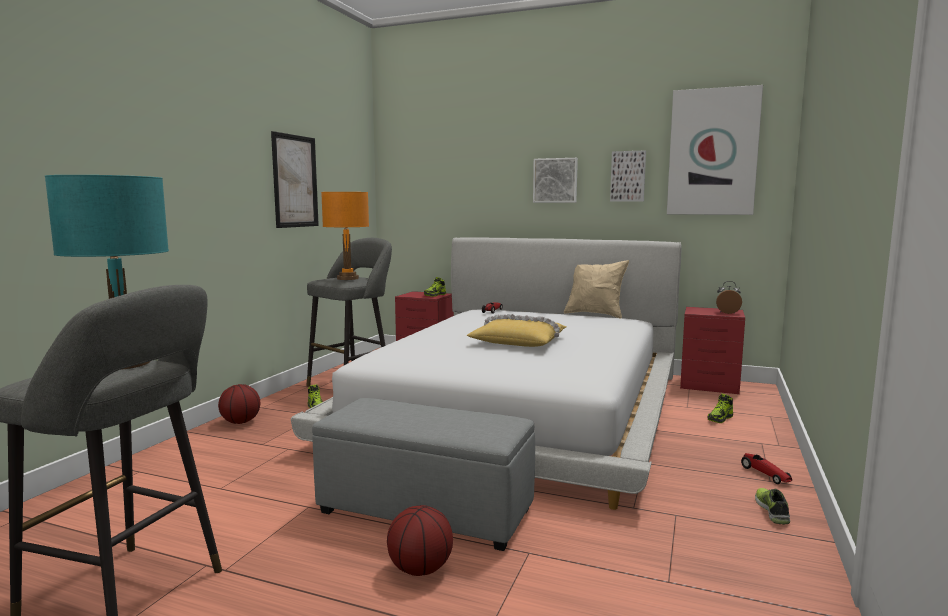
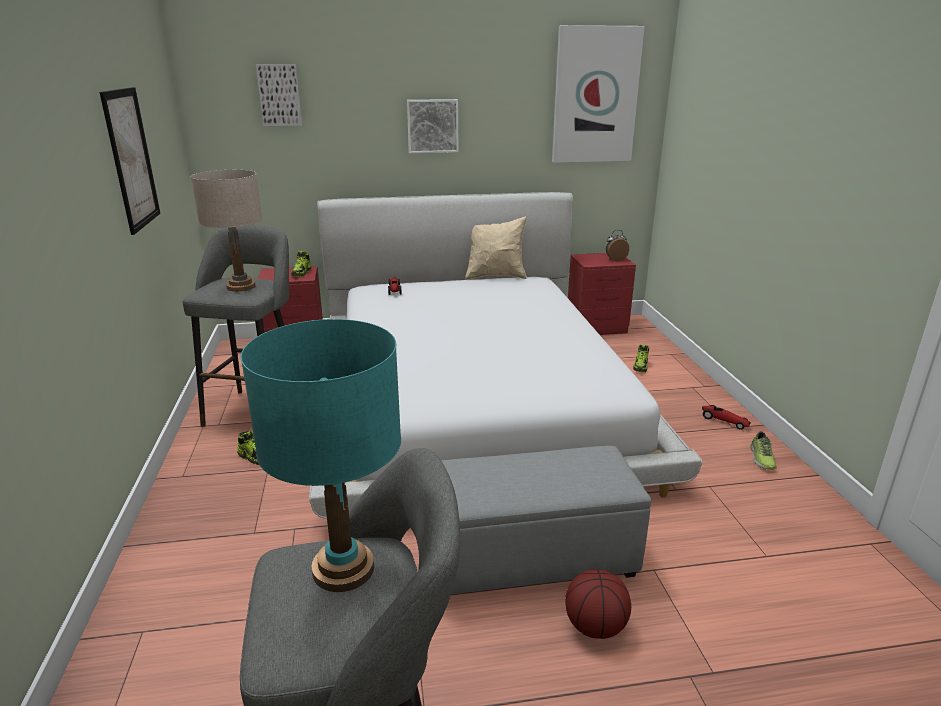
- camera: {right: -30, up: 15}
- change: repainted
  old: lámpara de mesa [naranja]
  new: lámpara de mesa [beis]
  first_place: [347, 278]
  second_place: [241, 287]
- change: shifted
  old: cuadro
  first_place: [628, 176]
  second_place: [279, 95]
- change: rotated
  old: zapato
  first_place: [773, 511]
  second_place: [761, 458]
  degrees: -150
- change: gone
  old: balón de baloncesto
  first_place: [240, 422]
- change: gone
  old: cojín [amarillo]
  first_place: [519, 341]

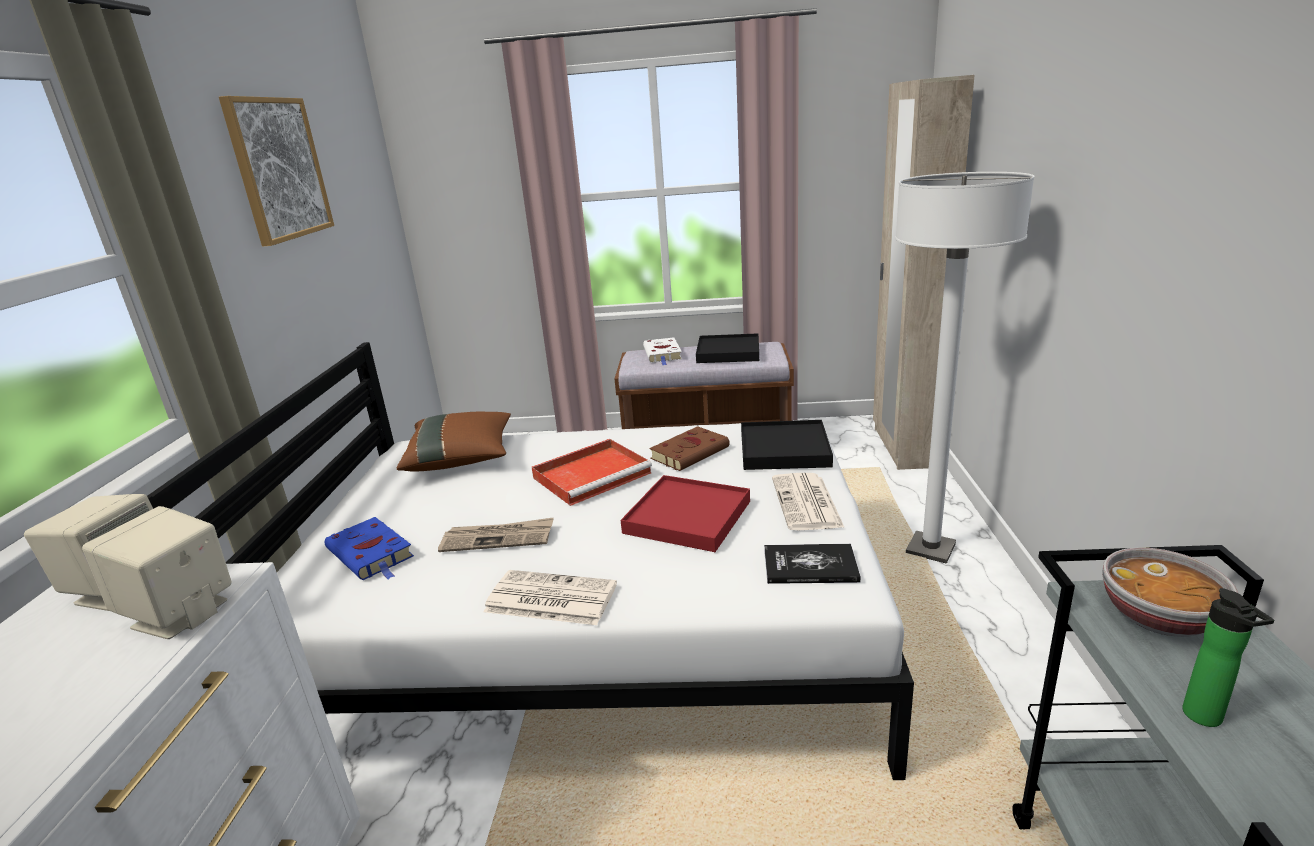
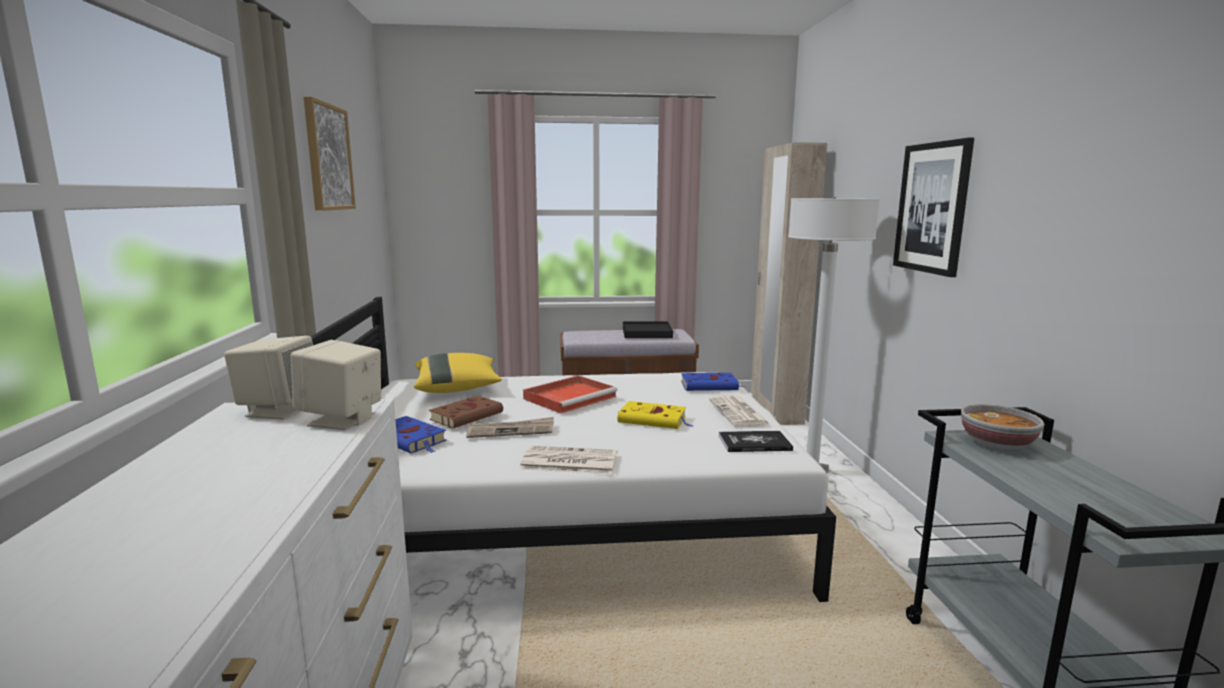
- camera: {right: -10, up: -10}
- change: repainted
  old: cojín [marrón]
  new: cojín [amarillo]
  first_place: [461, 458]
  second_place: [457, 388]
- change: shifted
  old: libro [marrón]
  first_place: [691, 452]
  second_place: [468, 416]
- change: swapped
  old: bandeja [rojo]
  new: libro [amarillo]
  first_place: [688, 517]
  second_place: [654, 420]
- change: swapped
  old: bandeja [negro]
  new: libro [azul]
  first_place: [784, 449]
  second_place: [710, 386]
- change: new
  new: cuadro
  second_place: [932, 208]
- change: gone
  old: libro [blanco]
  first_place: [663, 354]
- change: gone
  old: botella
  first_place: [1206, 719]

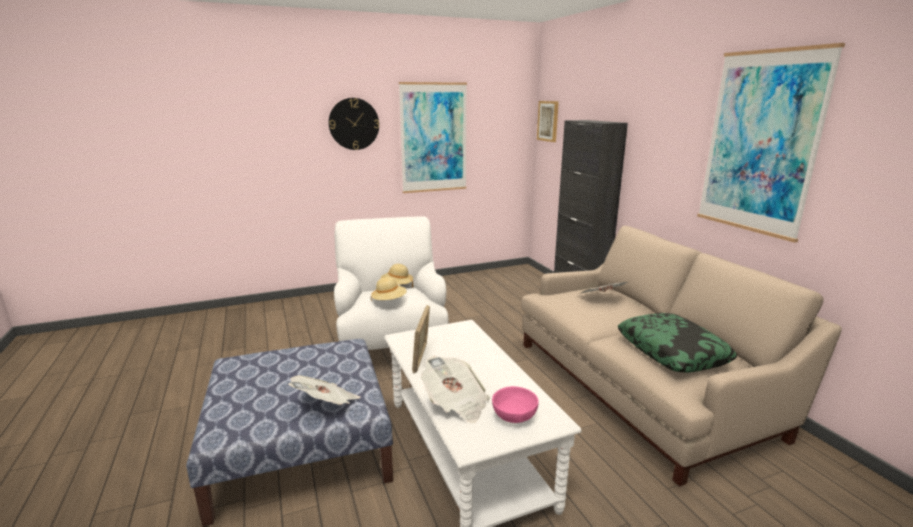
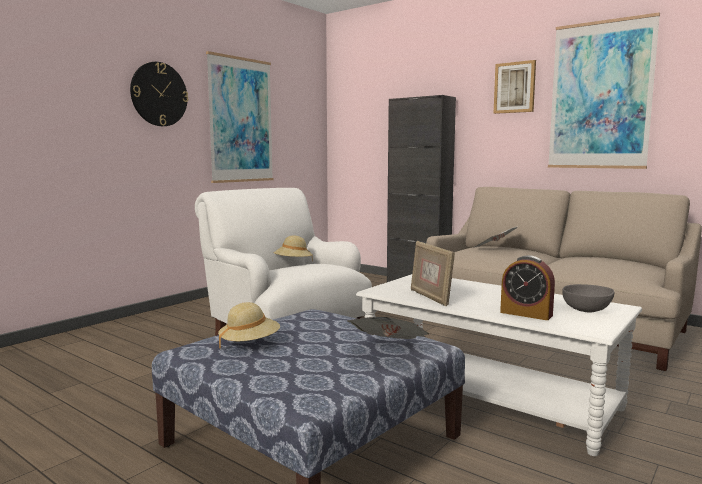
- camera: {right: -30, up: -10}
- change: shifted
  old: sombrero [beis]
  first_place: [389, 301]
  second_place: [249, 344]
- change: shifted
  old: cuadro
  first_place: [548, 121]
  second_place: [514, 87]
- change: swapped
  old: periódico
  new: despertador
  first_place: [456, 403]
  second_place: [526, 314]
- change: repainted
  old: cuenco [rosa]
  new: cuenco [gris]
  first_place: [514, 418]
  second_place: [587, 311]
- change: gone
  old: cojín
  first_place: [672, 351]

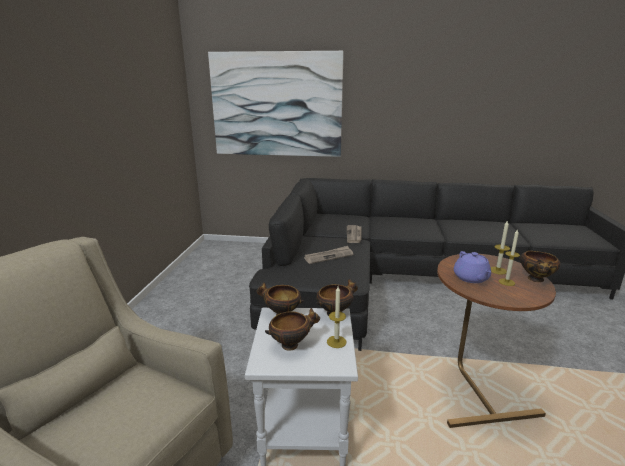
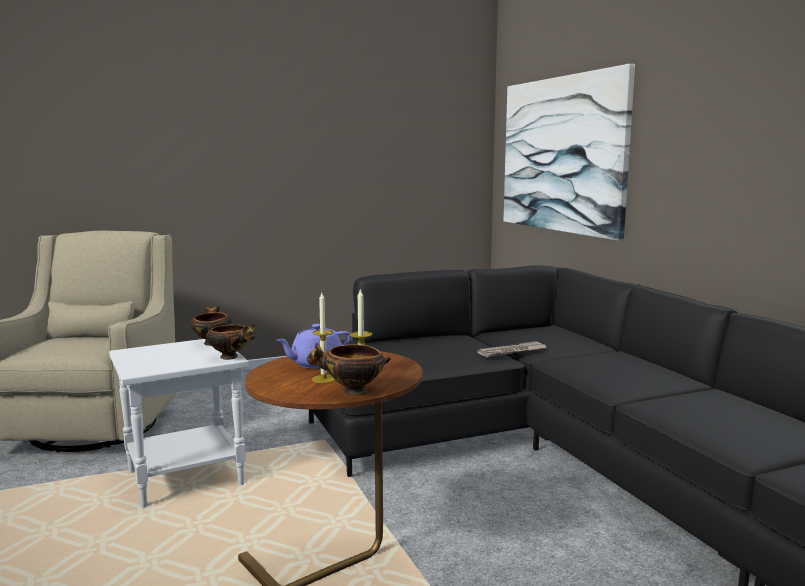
- camera: {right: 60, up: -10}
- change: gone
  old: cuenco
  first_place: [291, 344]
- change: gone
  old: periódico
  first_place: [329, 256]
- change: gone
  old: vela
  first_place: [336, 342]

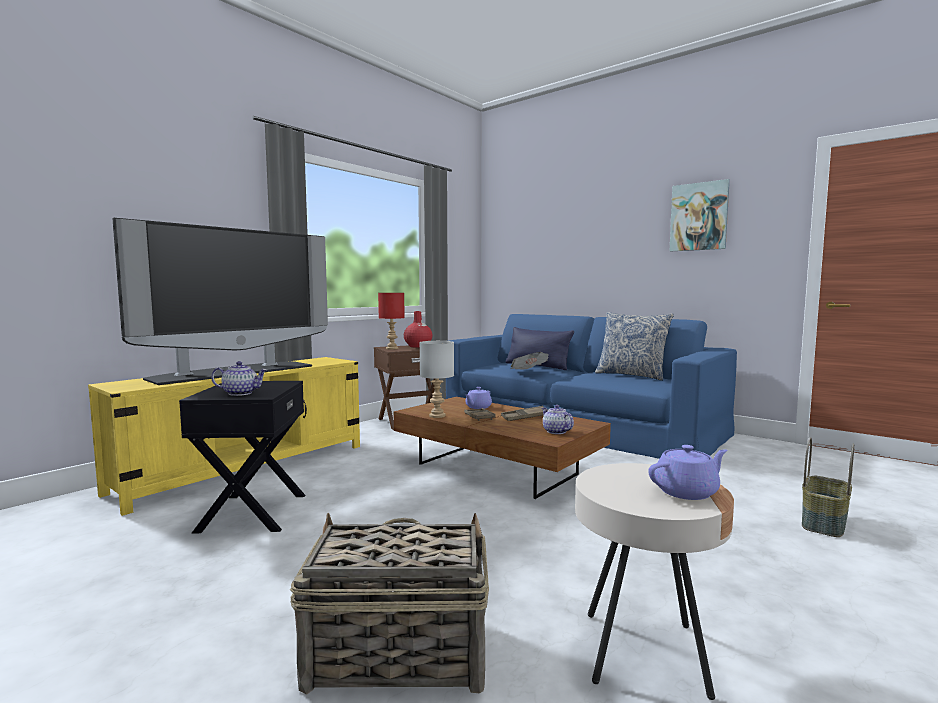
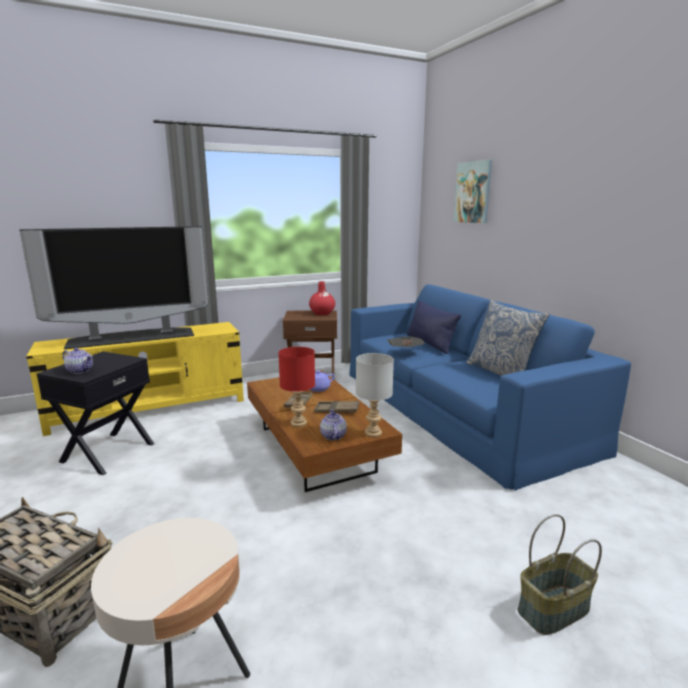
- camera: {right: 25, up: 10}
- change: shifted
  old: lámpara de mesa [rojo]
  first_place: [392, 348]
  second_place: [299, 423]
- change: shifted
  old: lámpara de mesa [gris]
  first_place: [437, 415]
  second_place: [374, 433]
- change: shifted
  old: cuadro
  first_place: [699, 217]
  second_place: [473, 192]
- change: gone
  old: tetera [morado]
  first_place: [687, 492]

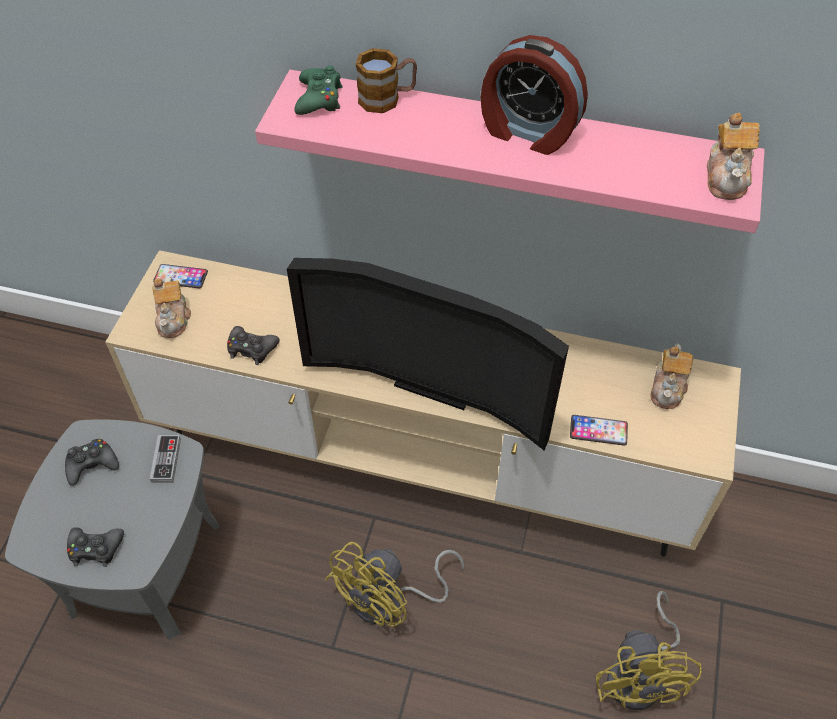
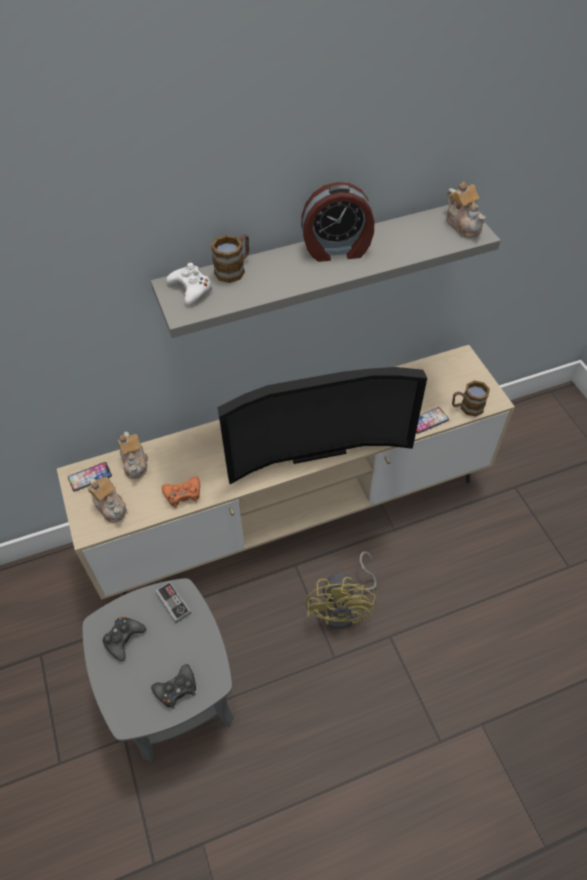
- camera: {right: -35, up: 0}
- change: shifted
  old: tetera
  first_place: [668, 388]
  second_place: [135, 463]
- change: repainted
  old: estante [rosa]
  new: estante [gris]
  first_place: [513, 147]
  second_place: [315, 266]
- change: repainted
  old: mando de consola [negro]
  new: mando de consola [naranja]
  first_place: [251, 349]
  second_place: [183, 494]
- change: repainted
  old: mando de consola [verde]
  new: mando de consola [blanco]
  first_place: [319, 99]
  second_place: [191, 289]
- change: new
  new: taza grande
  second_place: [467, 407]
- change: gone
  old: ventilador [amarillo]
  first_place: [641, 675]

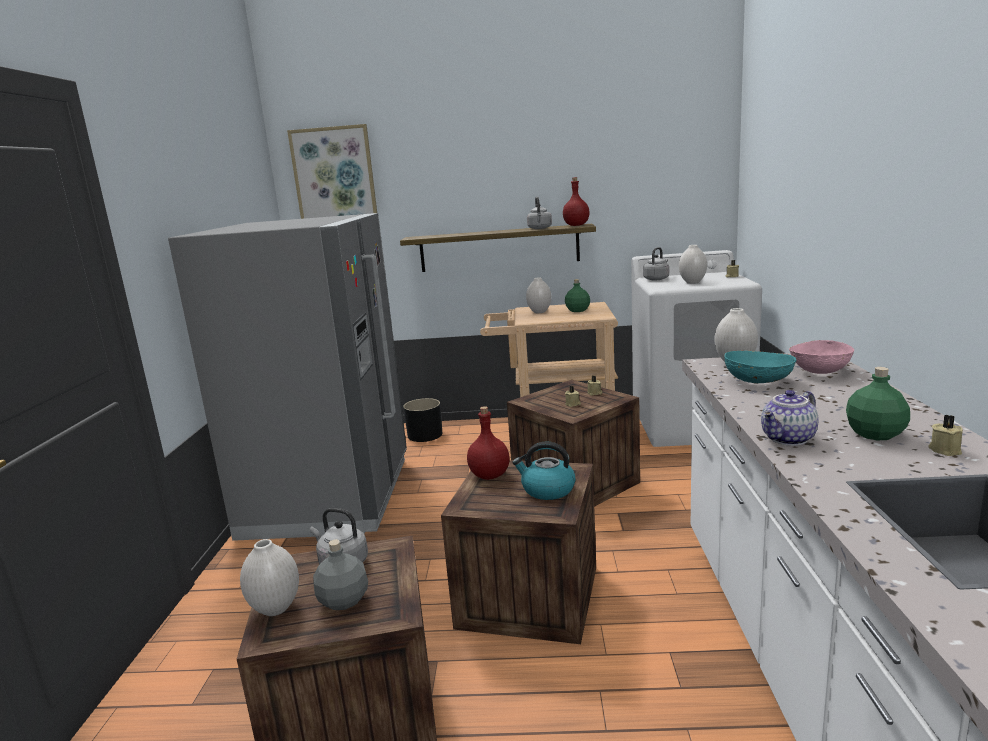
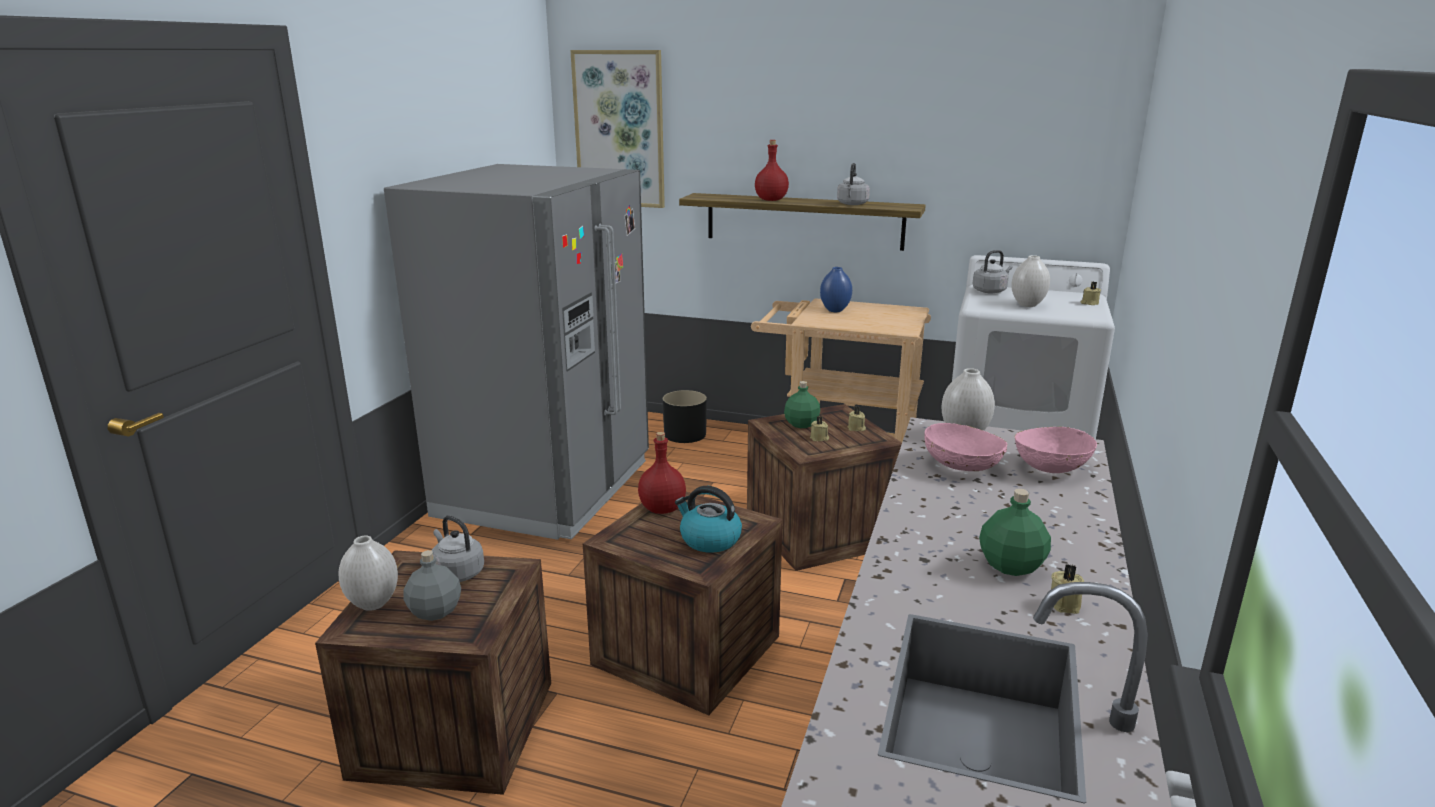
- camera: {right: 15, up: 5}
- change: shifted
  old: botella [rojo]
  first_place: [576, 225]
  second_place: [771, 200]
- change: shifted
  old: botella [verde]
  first_place: [578, 310]
  second_place: [801, 424]
- change: repainted
  old: florero [blanco]
  new: florero [azul]
  first_place: [539, 312]
  second_place: [835, 310]
- change: repainted
  old: cuenco [turquesa]
  new: cuenco [rosa]
  first_place: [758, 381]
  second_place: [962, 466]
- change: gone
  old: tetera
  first_place: [789, 439]

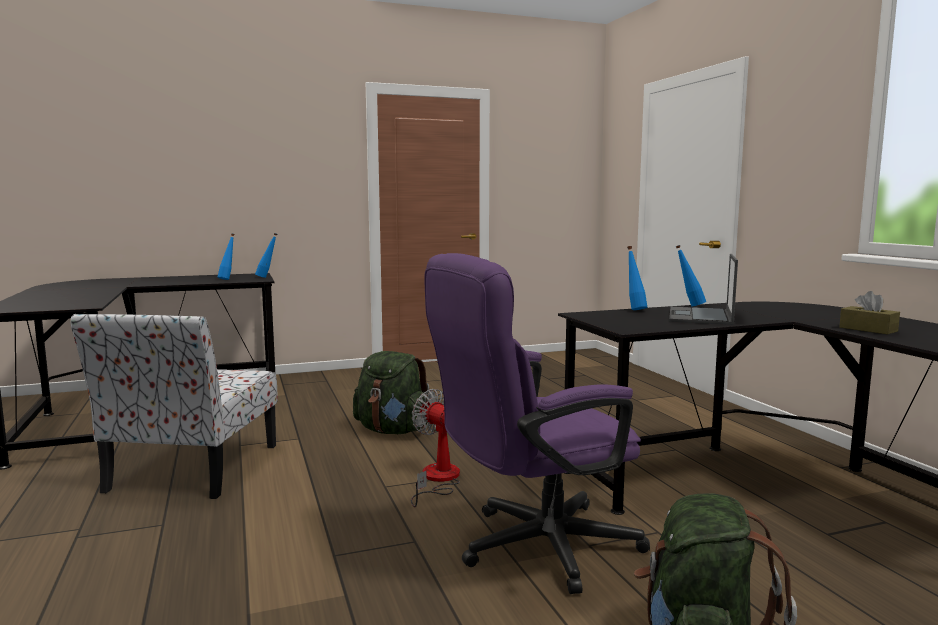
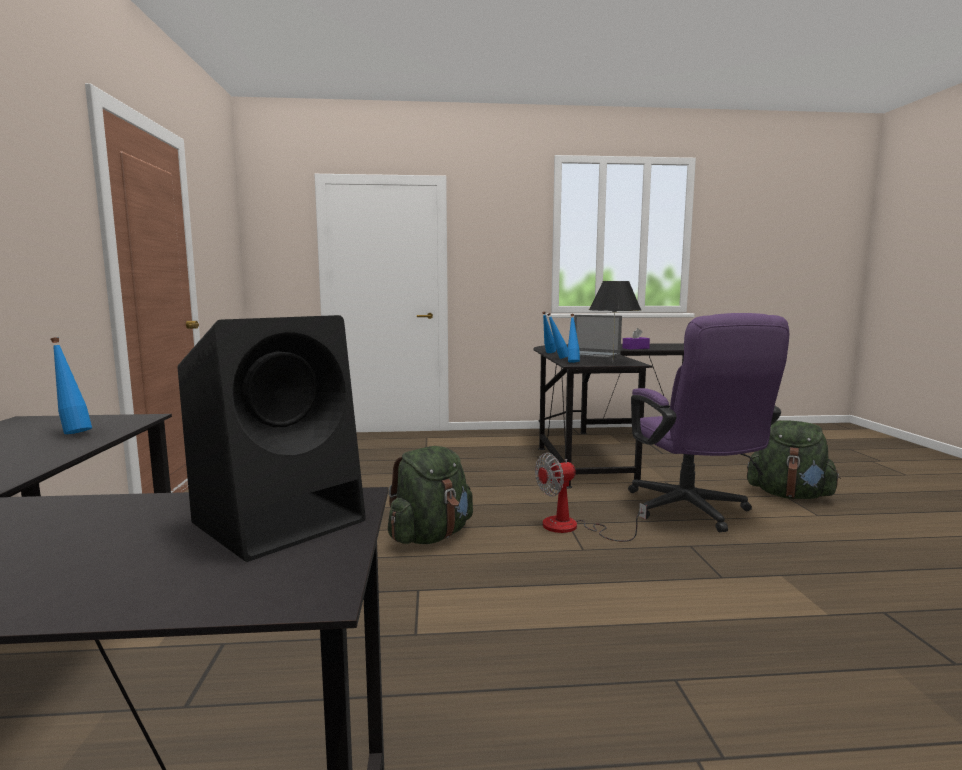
- camera: {right: -75, up: 0}
- change: new
  new: altavoz [negro]
  second_place: [282, 520]
- change: shifted
  old: botella [azul]
  first_place: [267, 277]
  second_place: [572, 362]
- change: new
  new: lámpara de mesa [negro]
  second_place: [613, 363]
- change: repainted
  old: caja de pañuelos [marrón]
  new: caja de pañuelos [morado]
  first_place: [868, 329]
  second_place: [635, 348]
- change: gone
  old: silla
  first_place: [192, 469]

